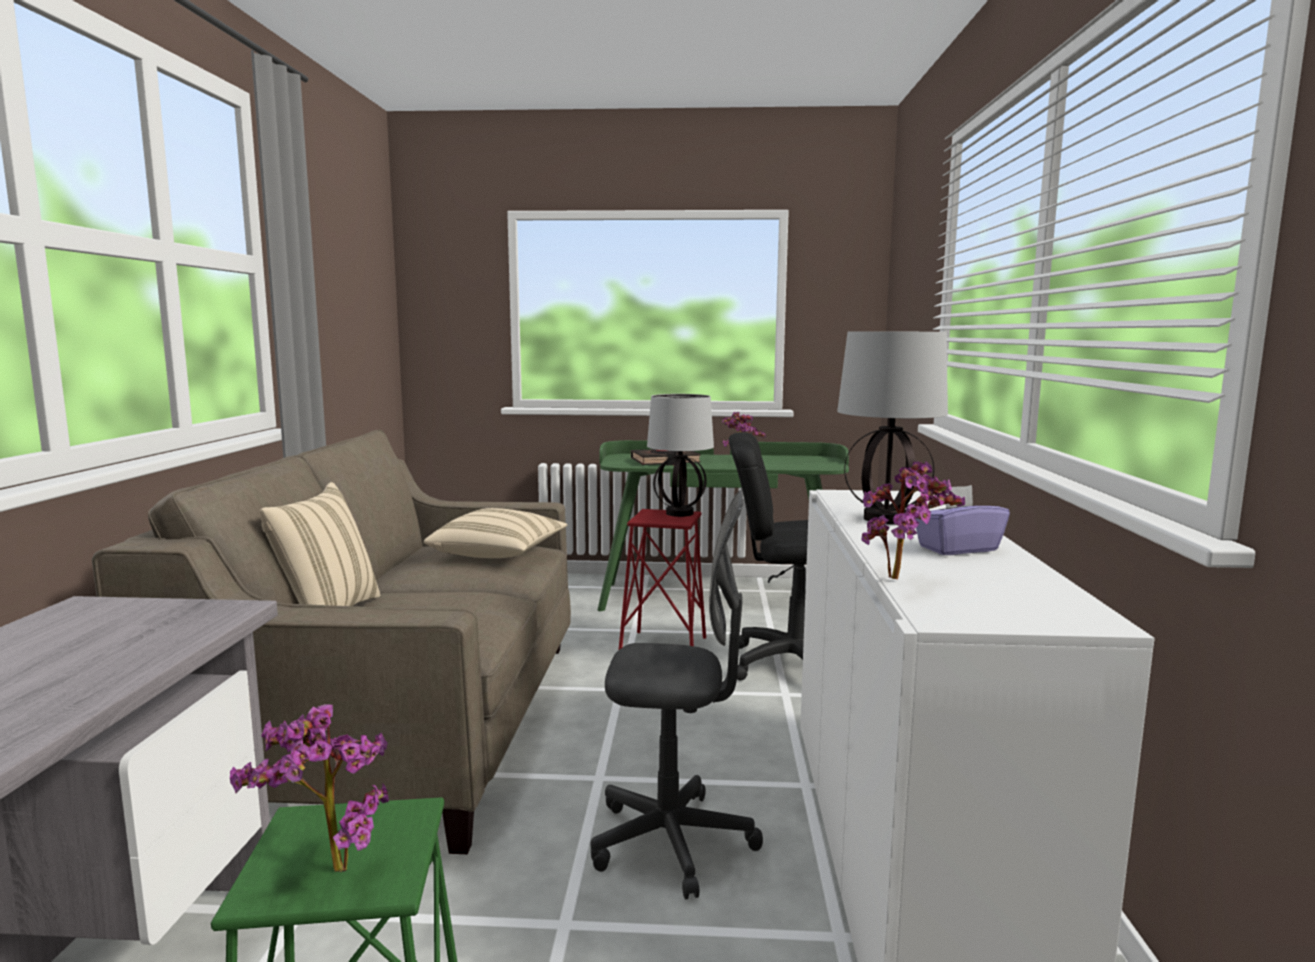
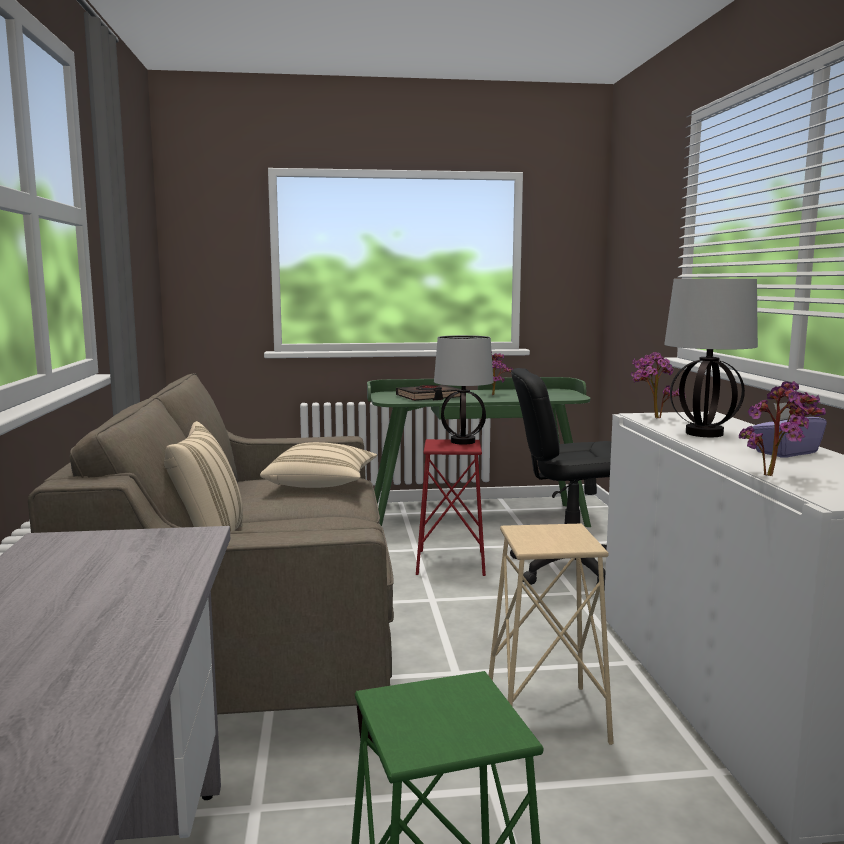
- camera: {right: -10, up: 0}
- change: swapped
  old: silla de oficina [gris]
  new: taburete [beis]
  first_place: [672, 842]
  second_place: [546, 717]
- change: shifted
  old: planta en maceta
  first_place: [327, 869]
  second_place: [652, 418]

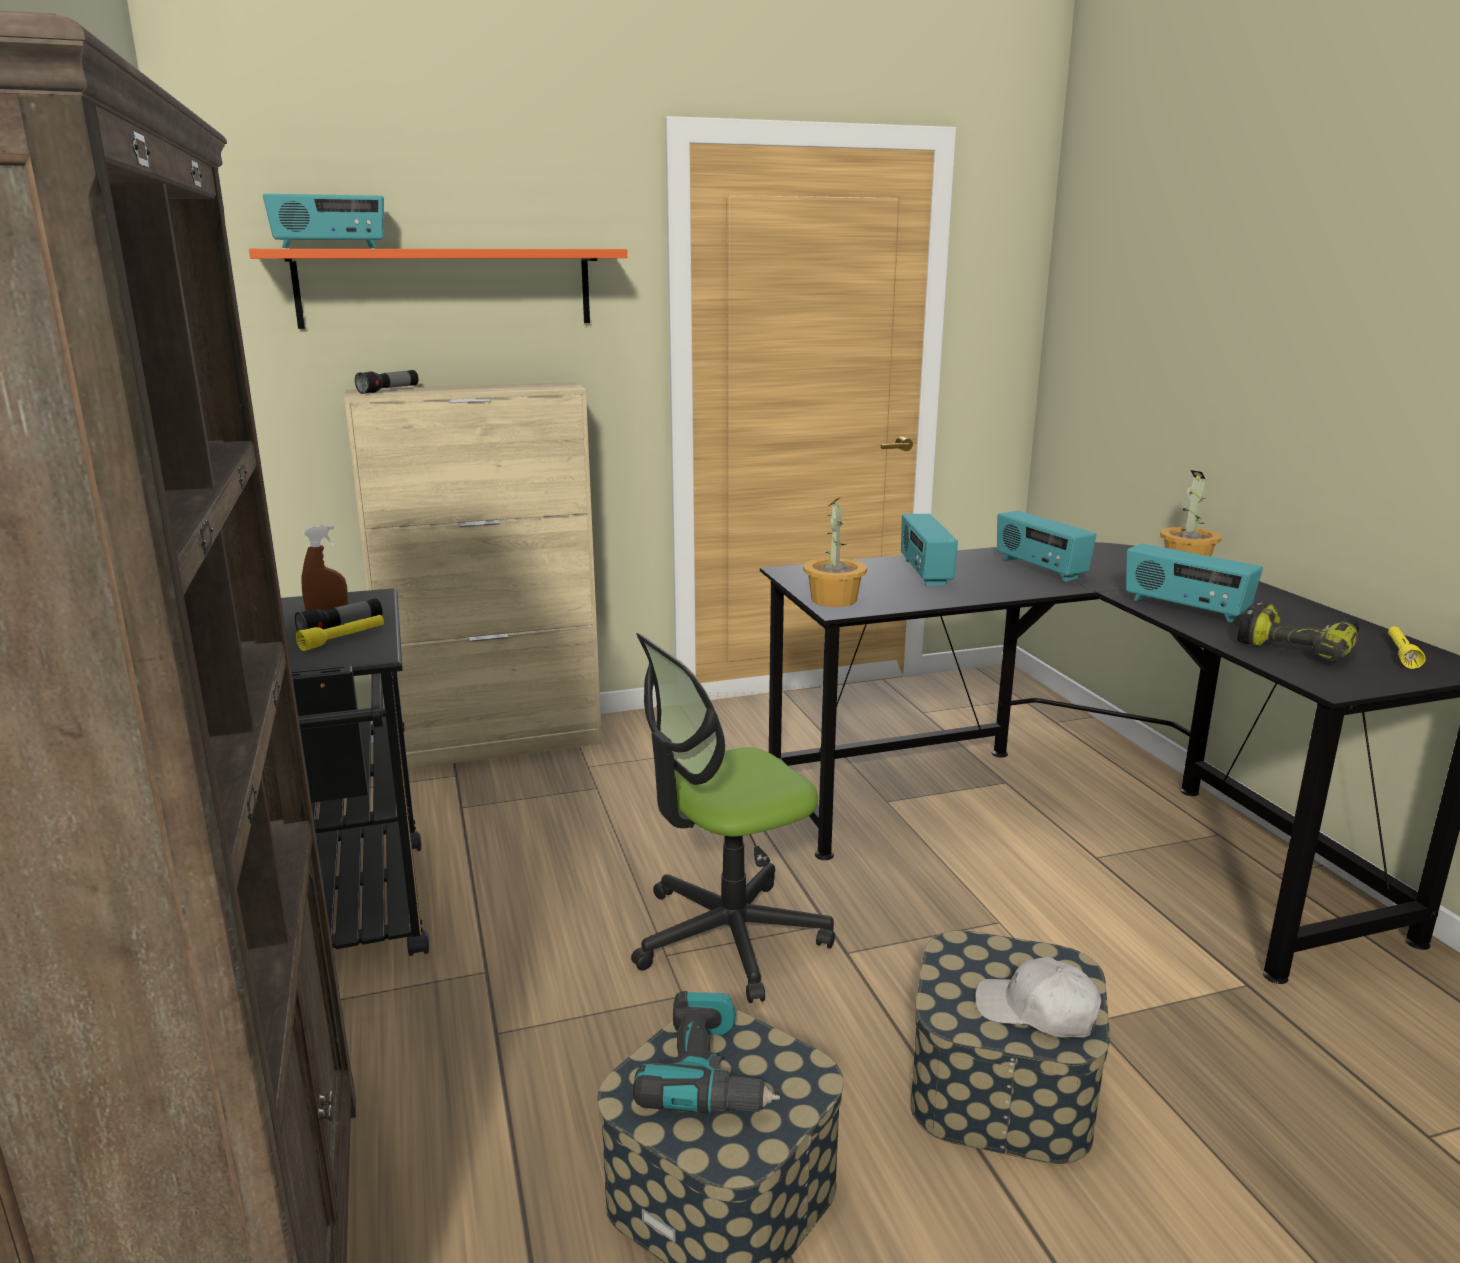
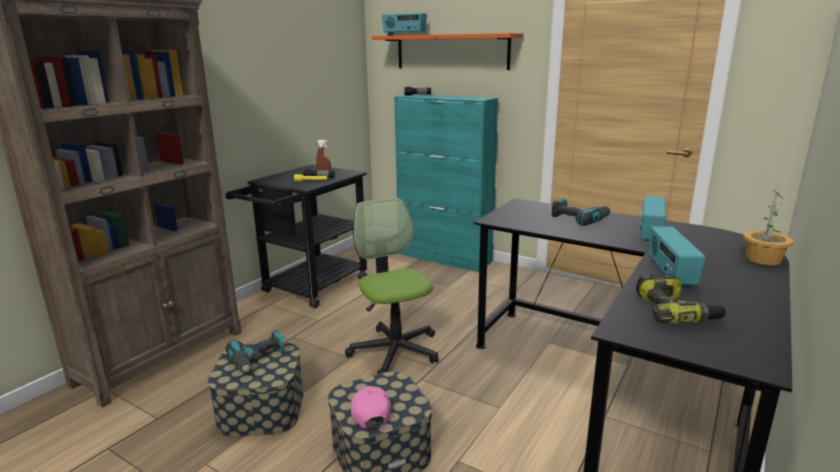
- camera: {right: 50, up: 0}
- change: rotated
  old: silla de oficina
  first_place: [728, 936]
  second_place: [395, 351]
  degrees: 45
- change: repainted
  old: gorra [blanco]
  new: gorra [rosa]
  first_place: [1037, 1012]
  second_place: [370, 412]
- change: repainted
  old: armario [beis]
  new: armario [turquesa]
  first_place: [496, 743]
  second_place: [444, 258]
- change: swapped
  old: radio
  new: taladro
  first_place: [924, 573]
  second_place: [579, 219]
- change: gone
  old: planta en maceta
  first_place: [834, 600]
- change: gone
  old: linterna [amarillo]
  first_place: [1401, 654]

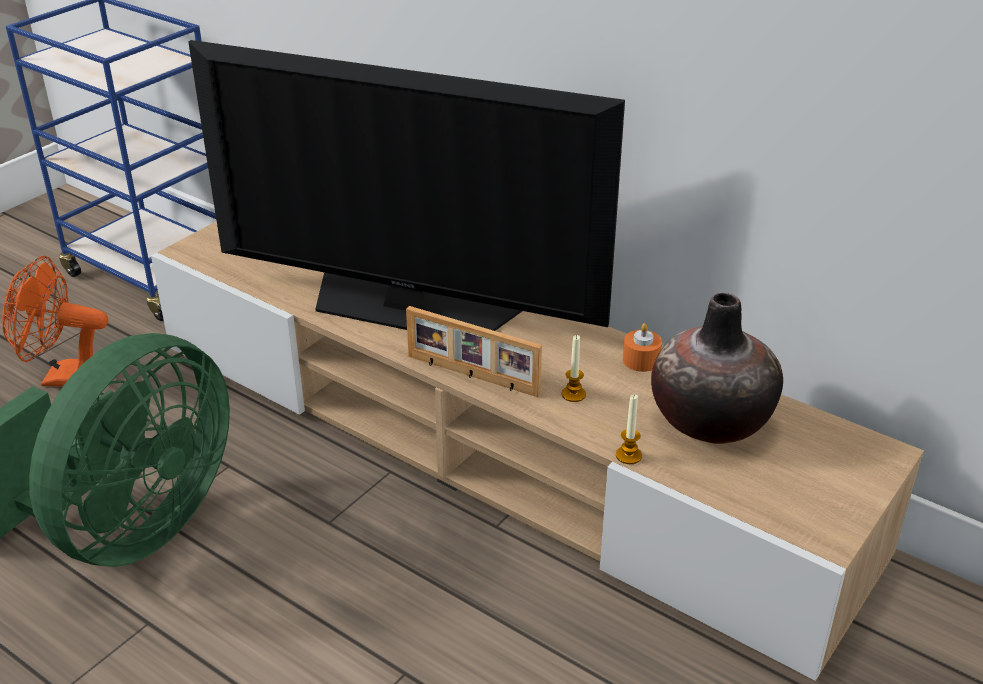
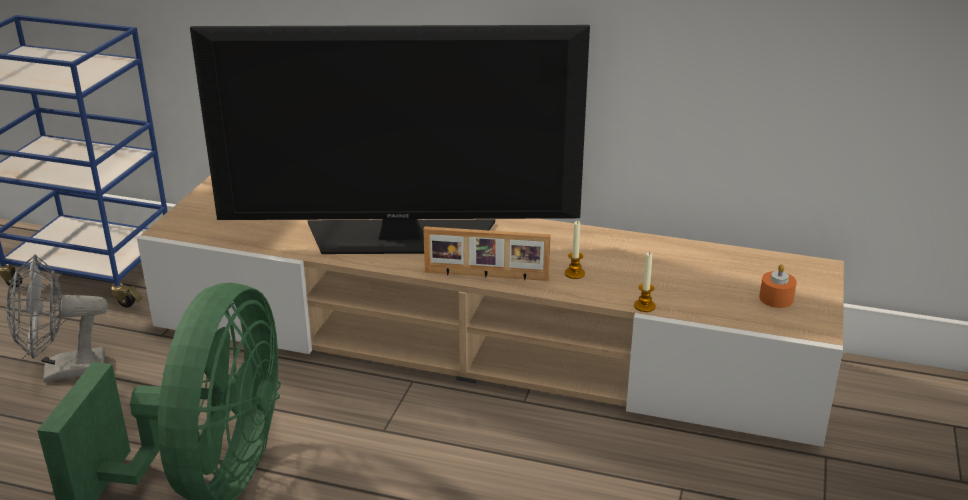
- camera: {right: -20, up: -5}
- change: repainted
  old: ventilador [naranja]
  new: ventilador [gris]
  first_place: [66, 378]
  second_place: [64, 371]
- change: shifted
  old: vela [naranja]
  first_place: [641, 360]
  second_place: [776, 298]
- change: gone
  old: florero
  first_place: [710, 420]

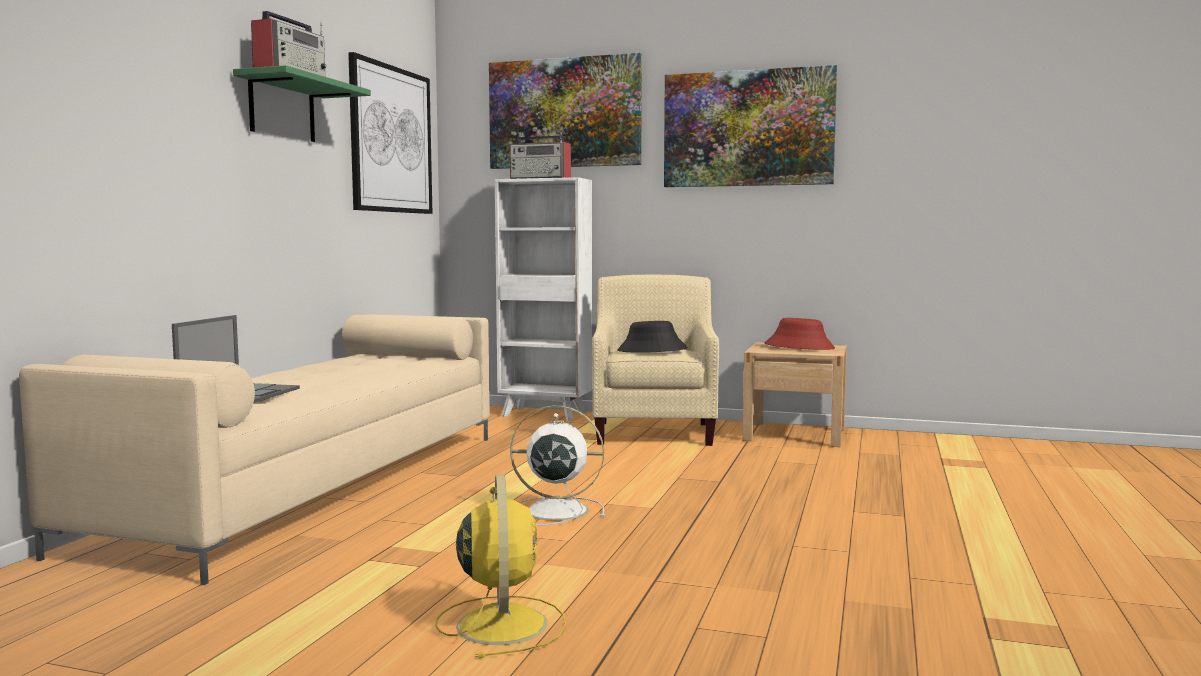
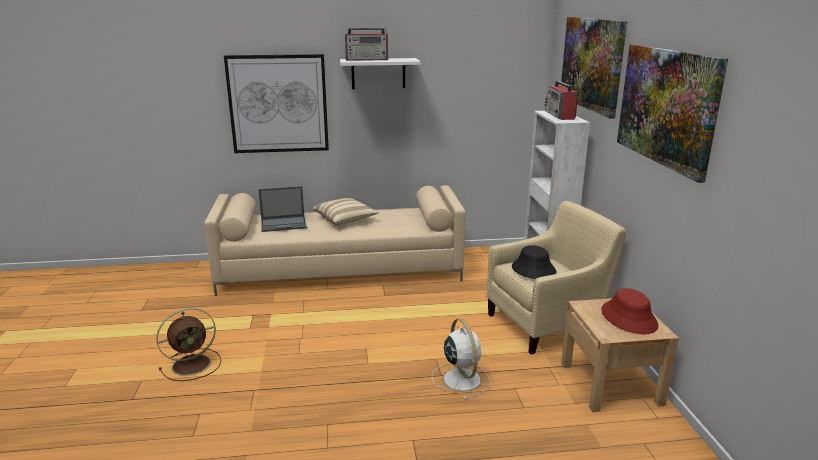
- camera: {right: 65, up: 15}
- change: repainted
  old: ventilador [amarillo]
  new: ventilador [marrón]
  first_place: [502, 623]
  second_place: [193, 364]
- change: shifted
  old: cuadro
  first_place: [391, 140]
  second_place: [278, 104]
- change: new
  new: cojín [beis]
  second_place: [345, 220]
- change: repainted
  old: estante [verde]
  new: estante [blanco]
  first_place: [282, 109]
  second_place: [378, 73]
- change: shifted
  old: ventilador [blanco]
  first_place: [554, 511]
  second_place: [461, 378]

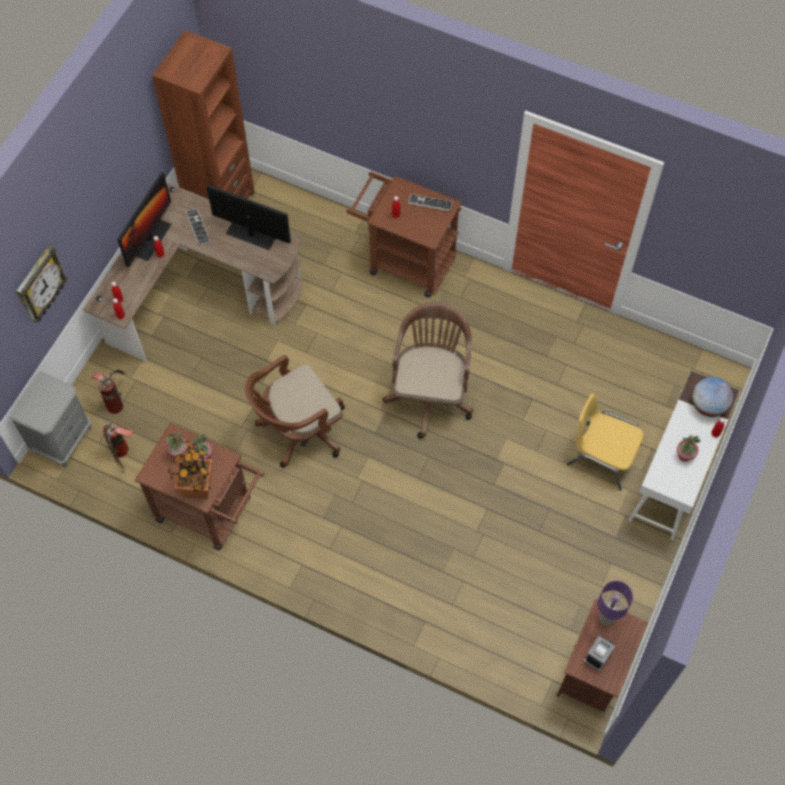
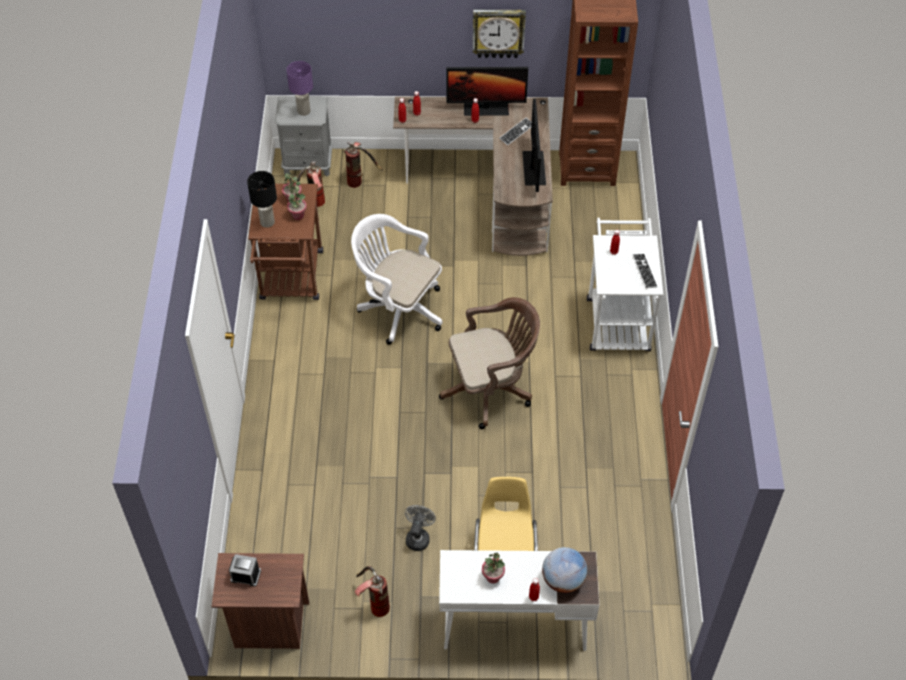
- camera: {right: 65, up: -10}
- change: swapped
  old: planta en maceta
  new: lámpara de mesa [negro]
  first_place: [197, 487]
  second_place: [267, 222]
- change: shifted
  old: lámpara de mesa [morado]
  first_place: [606, 617]
  second_place: [303, 111]
- change: repainted
  old: silla de oficina [marrón]
  new: silla de oficina [blanco]
  first_place: [298, 431]
  second_place: [398, 308]
- change: new
  new: extintor
  second_place: [374, 604]
- change: new
  new: ventilador [gris]
  second_place: [418, 537]
- change: shifted
  old: reloj de pared
  first_place: [40, 285]
  second_place: [498, 32]
- change: repainted
  old: carrito [marrón]
  new: carrito [blanco]
  first_place: [404, 261]
  second_place: [617, 318]

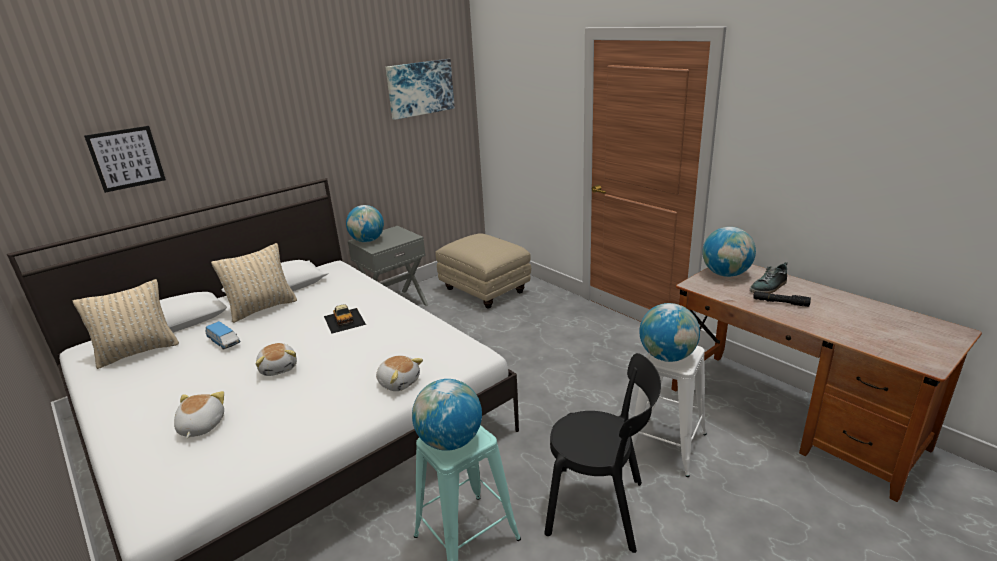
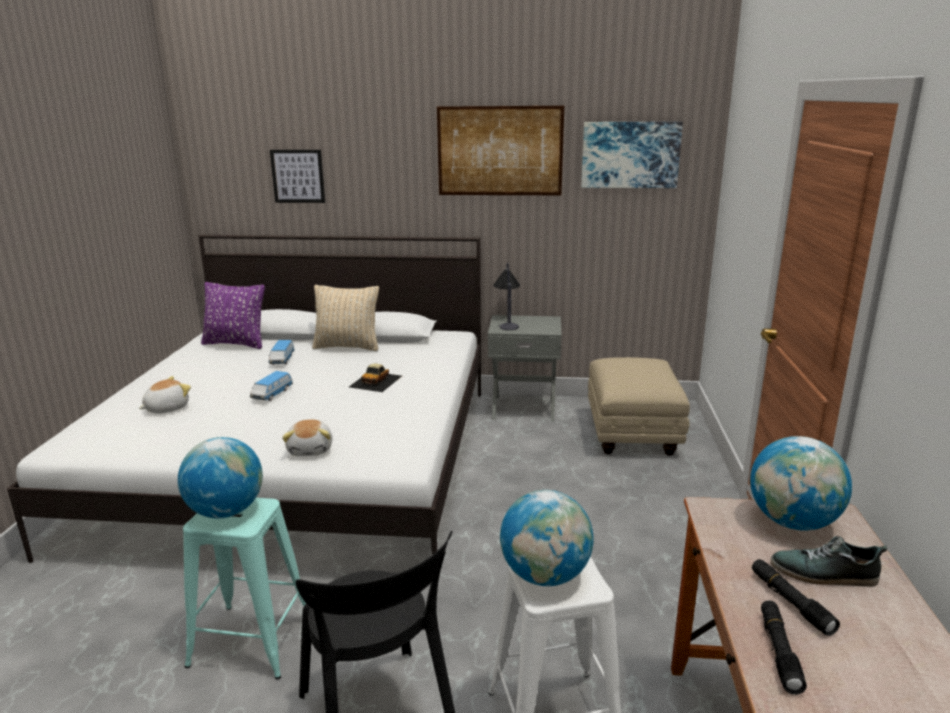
- camera: {right: 45, up: -5}
- change: repainted
  old: cojín [beis]
  new: cojín [morado]
  first_place: [138, 352]
  second_place: [236, 344]
- change: swapped
  old: peluche
  new: coche de juguete
  first_place: [279, 368]
  second_place: [272, 394]
- change: new
  new: cuadro
  second_place: [500, 151]
- change: swapped
  old: globo terráqueo
  new: lámpara de mesa
  first_place: [368, 241]
  second_place: [507, 321]
- change: new
  new: linterna [negro]
  second_place: [779, 651]

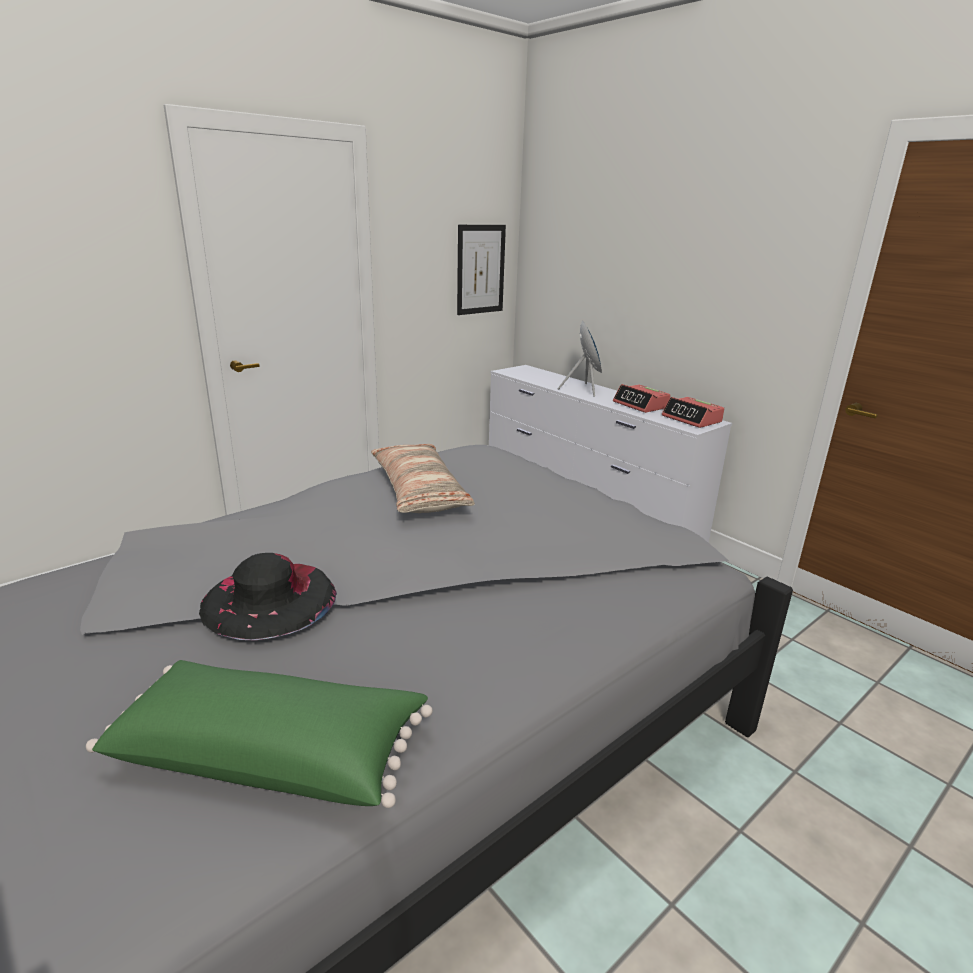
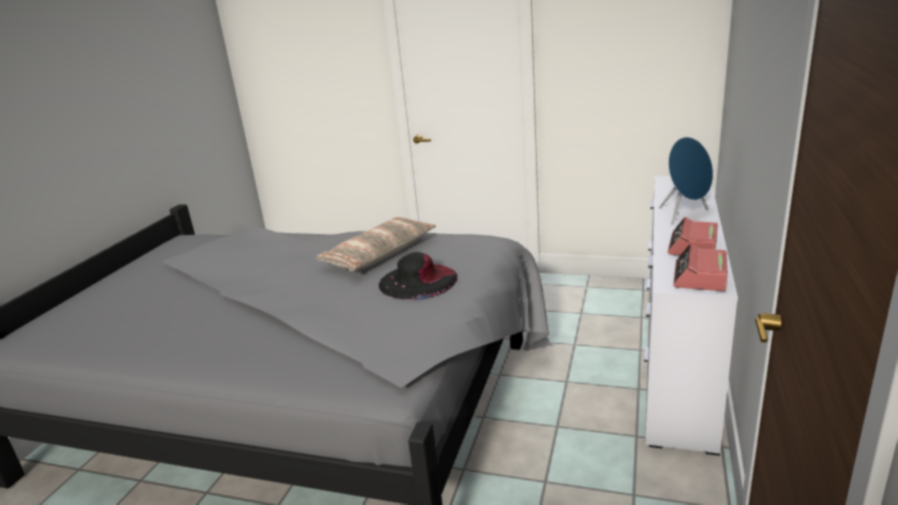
- camera: {right: 60, up: 0}
- change: shifted
  old: sombrero [negro]
  first_place: [269, 599]
  second_place: [418, 281]
- change: gone
  old: cojín [verde]
  first_place: [273, 753]
- change: gone
  old: cuadro
  first_place: [480, 269]

